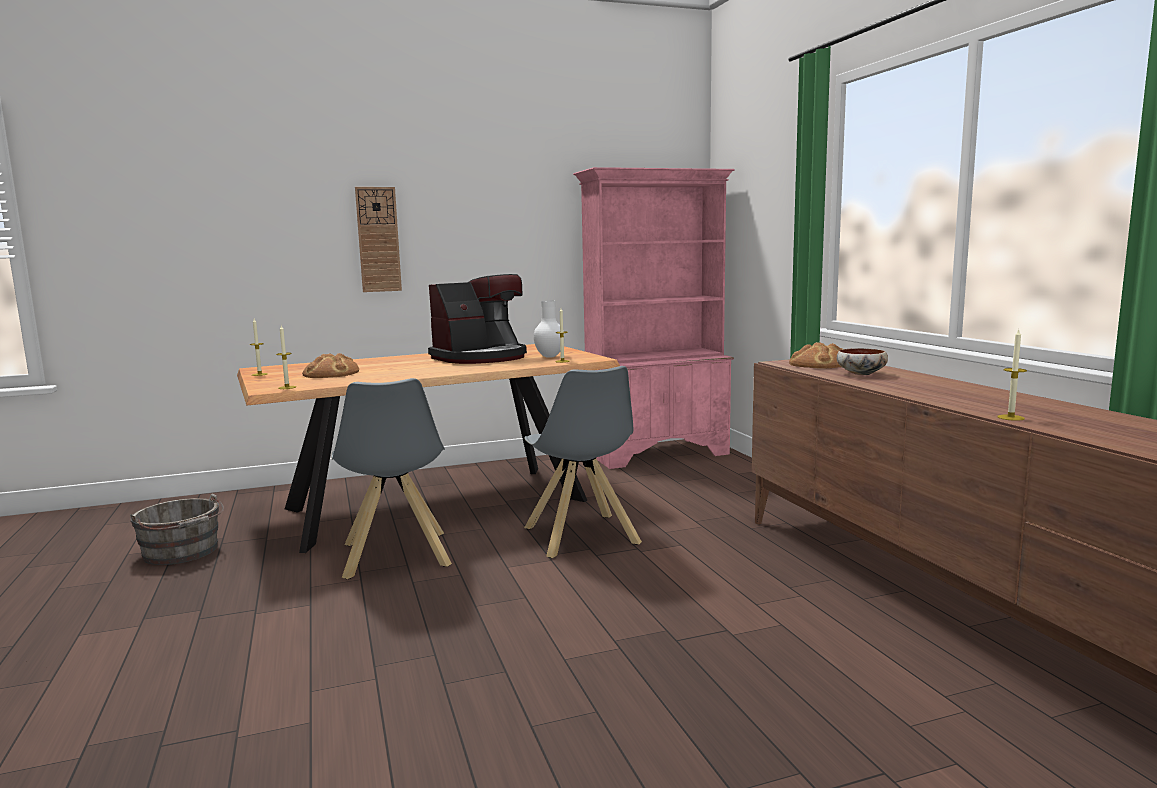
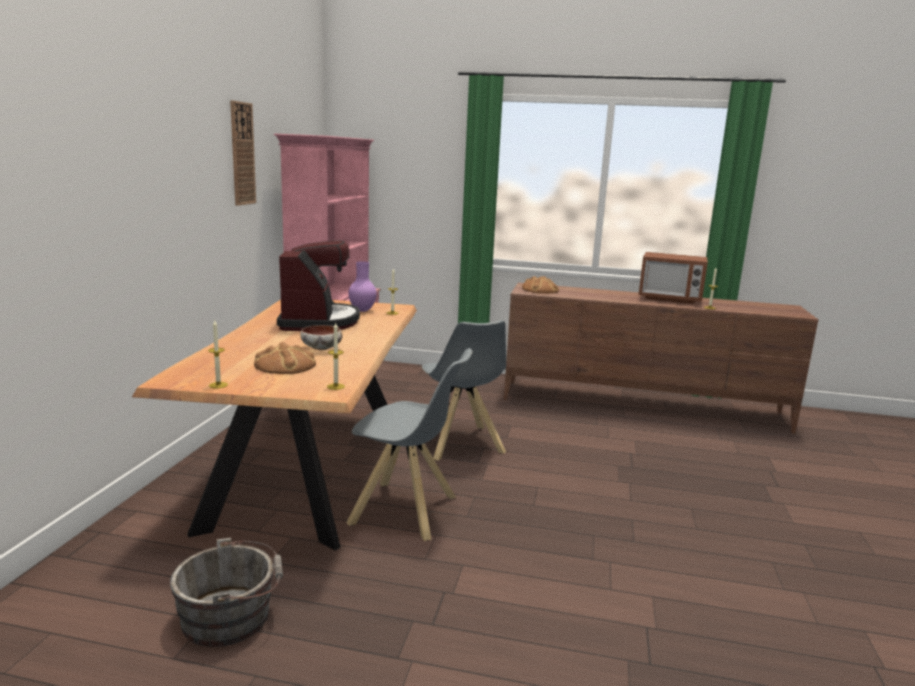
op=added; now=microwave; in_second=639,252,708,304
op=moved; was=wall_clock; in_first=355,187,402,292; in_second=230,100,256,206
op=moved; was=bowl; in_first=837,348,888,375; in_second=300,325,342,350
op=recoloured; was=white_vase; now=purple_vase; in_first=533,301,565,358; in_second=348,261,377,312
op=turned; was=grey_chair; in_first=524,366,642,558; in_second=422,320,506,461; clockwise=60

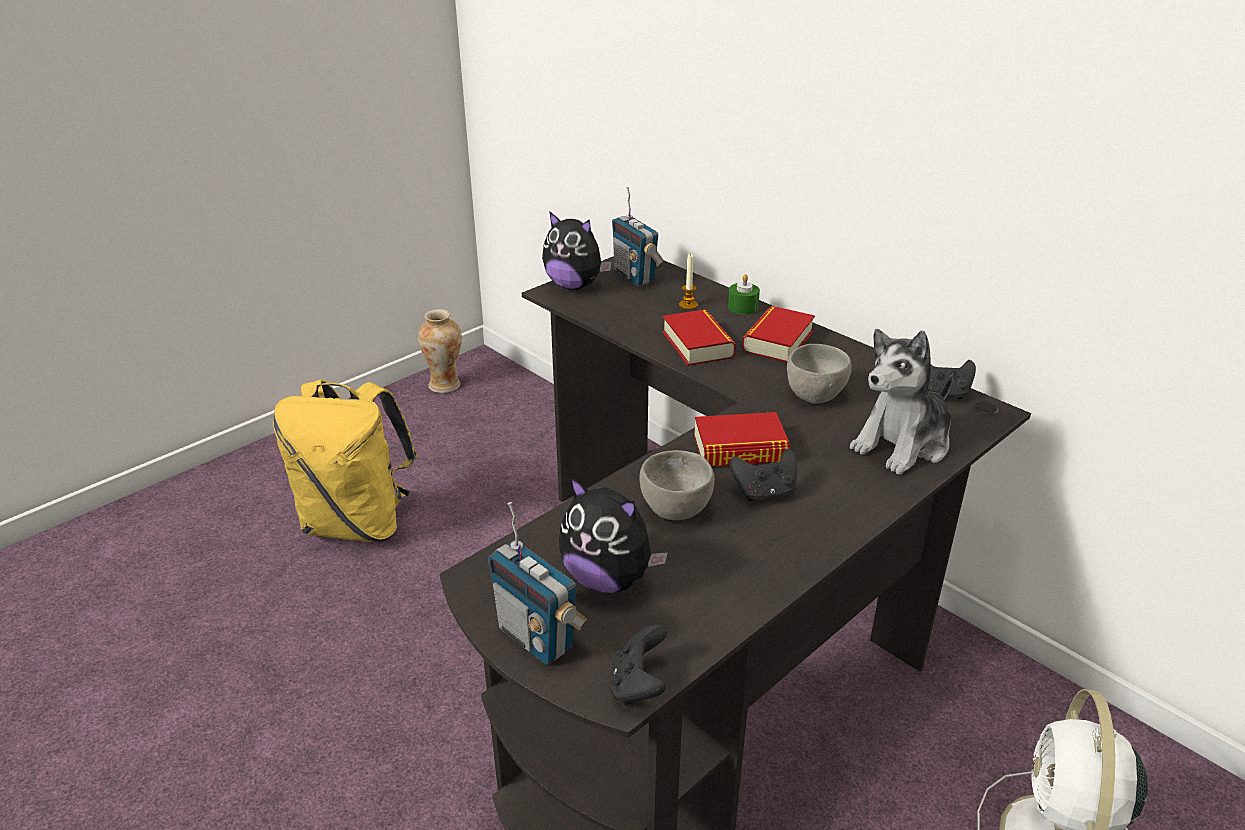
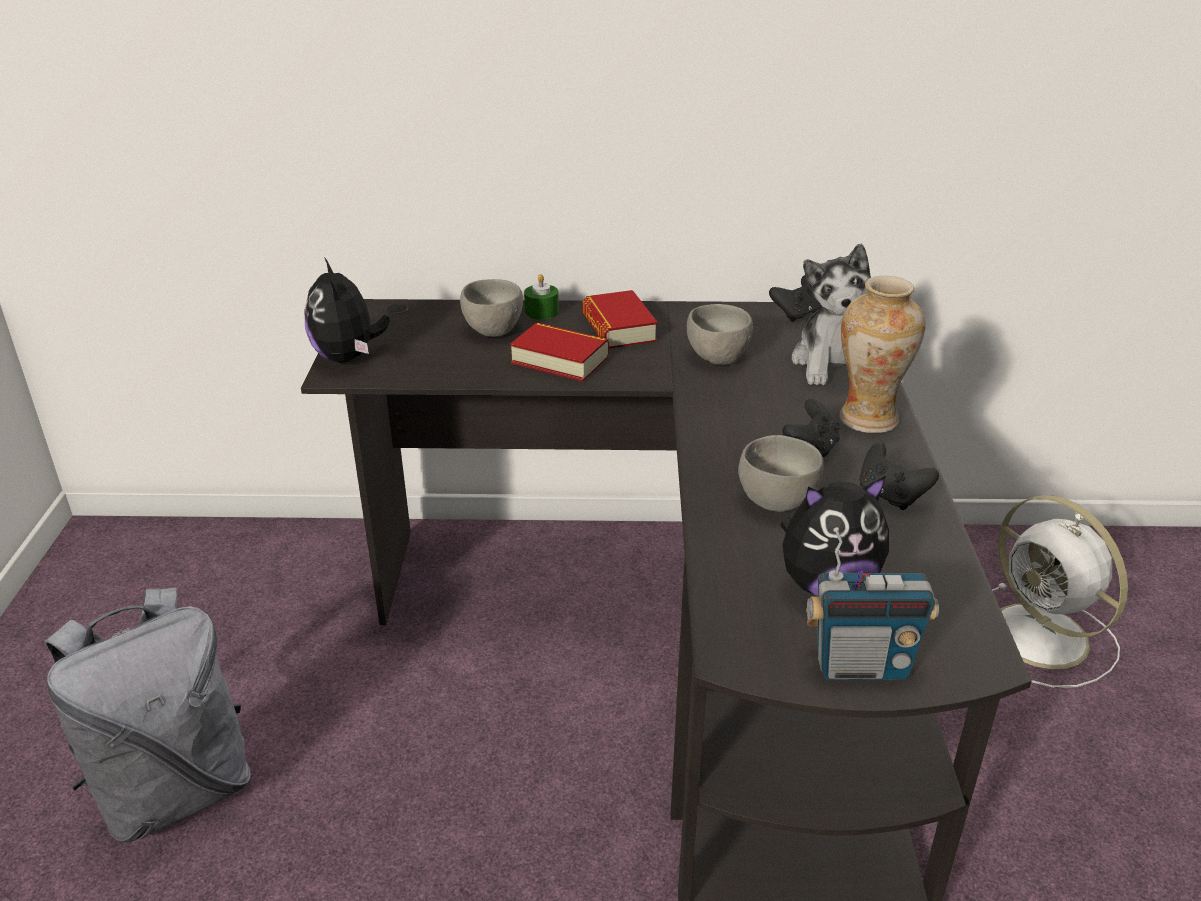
op=removed; was=radio; in_first=612,187,664,286
op=removed; was=book; in_first=694,412,790,466
op=moved; was=vase; in_first=418,309,462,393; in_second=839,276,926,433
op=moved; was=black_game_controller; in_first=611,624,667,705; in_second=860,443,939,510
op=replaced; was=candle; now=grey_bowl; in_first=679,253,698,310; in_second=460,279,523,337
op=recoloured; was=yellow_backpack; now=grey_backpack; in_first=273,379,418,542; in_second=45,587,251,843
op=turned; was=plush_toy; in_first=542,211,612,290; in_second=305,257,390,363; clockwise=90

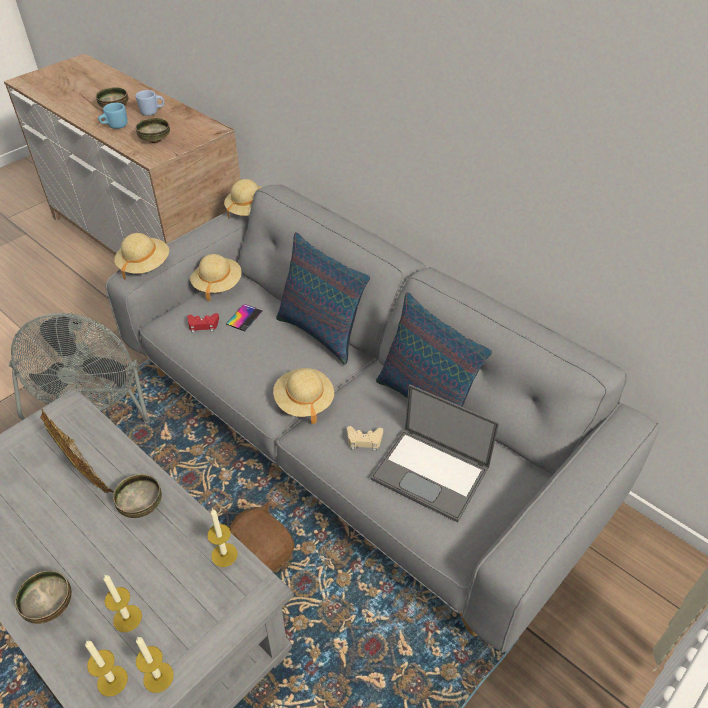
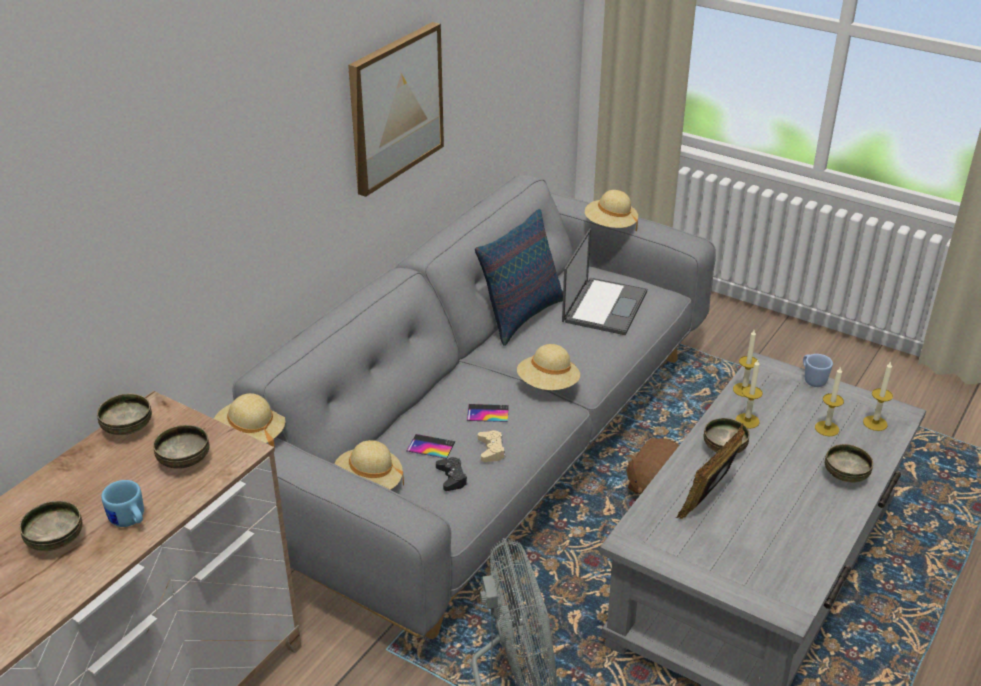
op=removed; was=blue_pillow; in_first=276,232,370,365
op=added; now=bowl; in_second=97,394,152,435
op=added; now=picture; in_second=348,22,444,197
op=added; now=phone; in_second=467,404,509,422
op=moved; was=beige_hat; in_first=114,233,169,279; in_second=585,190,638,231
op=moved; was=blue_mug; in_first=135,90,164,116; in_second=803,354,833,387
op=moved; was=candle; in_first=136,637,174,693; in_second=736,360,763,429
op=moved; was=beige_game_controller; in_first=347,426,383,451; in_second=478,430,505,462
op=recoloured; was=red_game_controller; now=black_game_controller; in_first=187,313,219,333; in_second=436,457,468,491

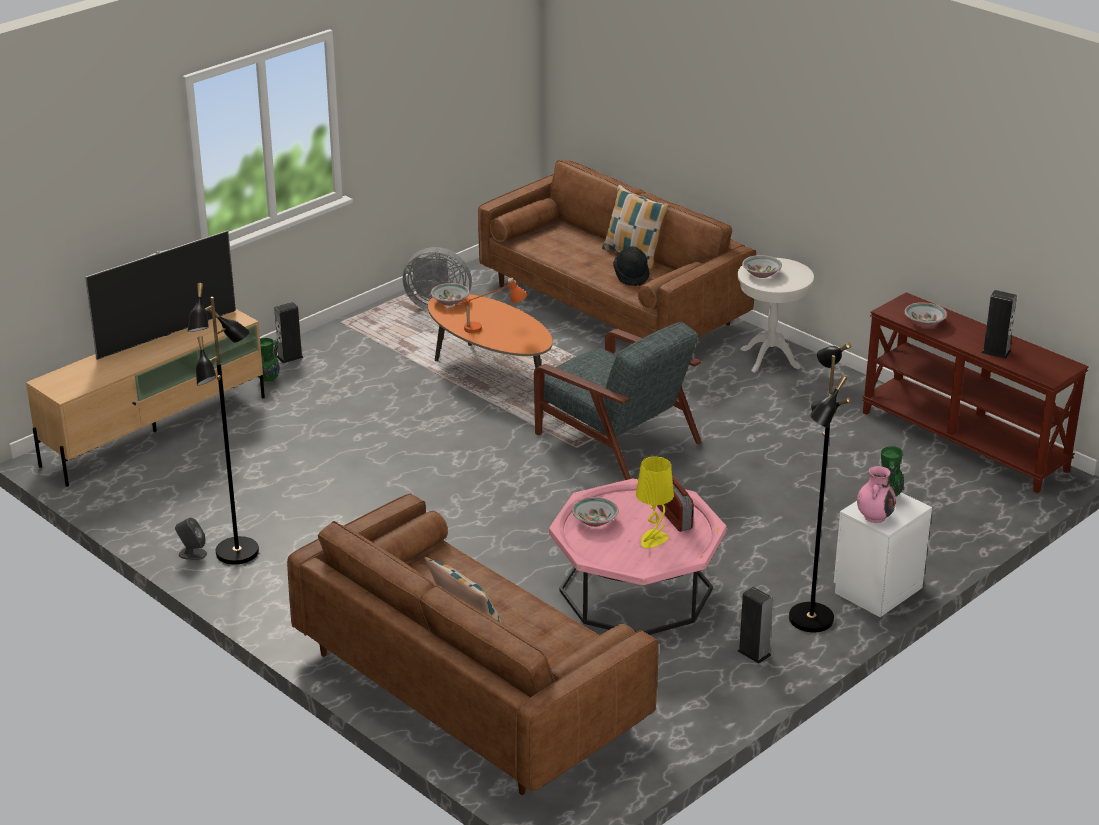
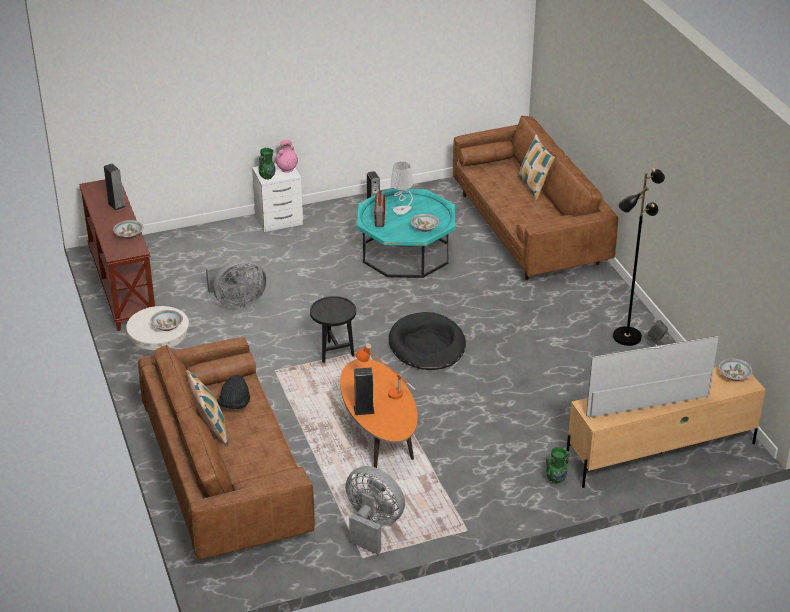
op=removed; was=black_floor_lamp; in_first=789,342,851,632
op=added; now=grey_fan; in_second=206,259,266,308
op=added; now=black_dog_bed; in_second=389,312,466,370
op=moved; was=speaker; in_first=274,302,304,363; in_second=354,367,375,415
op=moved; was=bowl; in_first=431,283,470,306; in_second=718,359,753,381
op=replaced; was=grey_armchair; now=black_side_table; in_first=534,322,702,480; in_second=310,296,356,363
op=recoloured; was=pink_coffee_table; now=turquoise_coffee_table; in_first=549,479,727,635; in_second=356,189,455,278
op=recoloured; was=yellow_table_lamp; now=grey_table_lamp; in_first=636,456,674,548; in_second=391,161,413,215

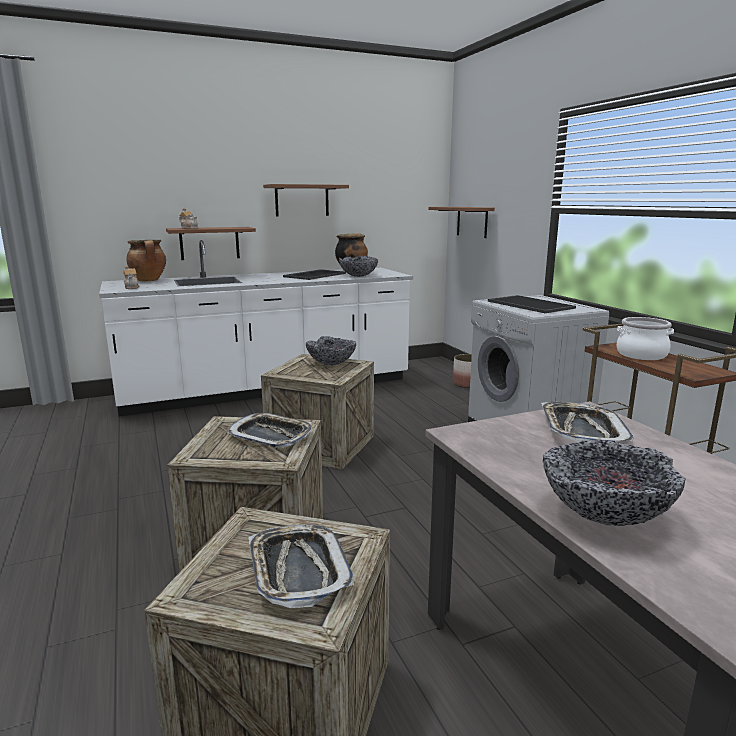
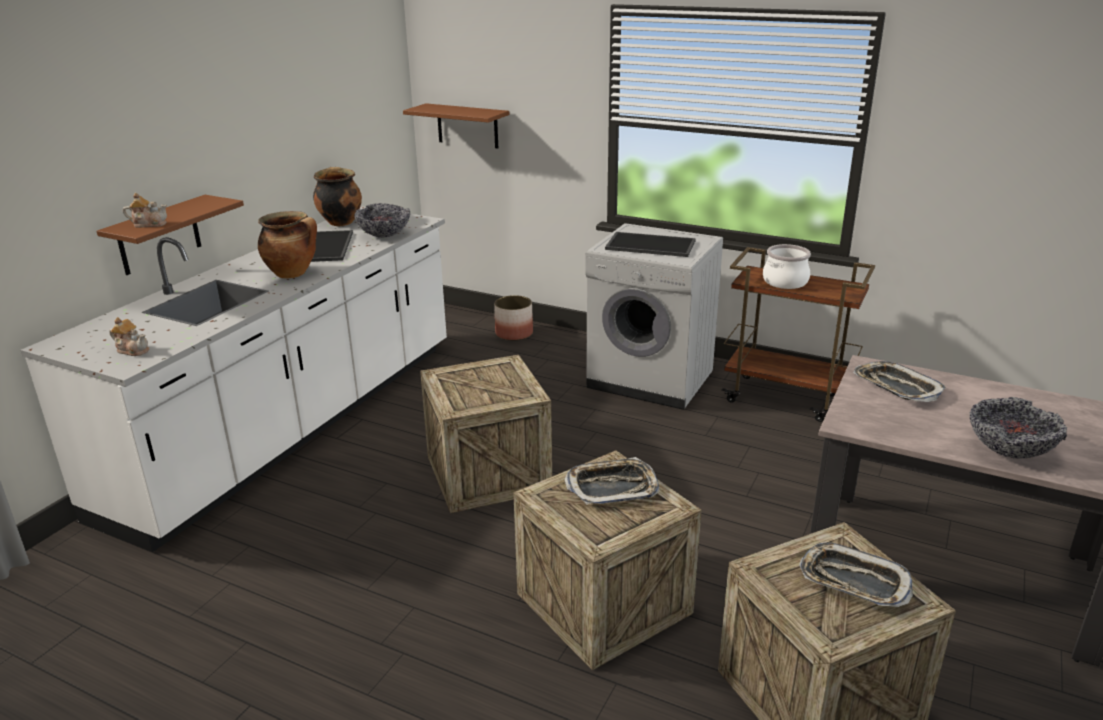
op=removed; was=brown_shelf; in_first=263,184,349,216
op=removed; was=bowl; in_first=306,336,356,365
op=moved; was=cooking_pot; in_first=126,240,166,281; in_second=258,211,317,278

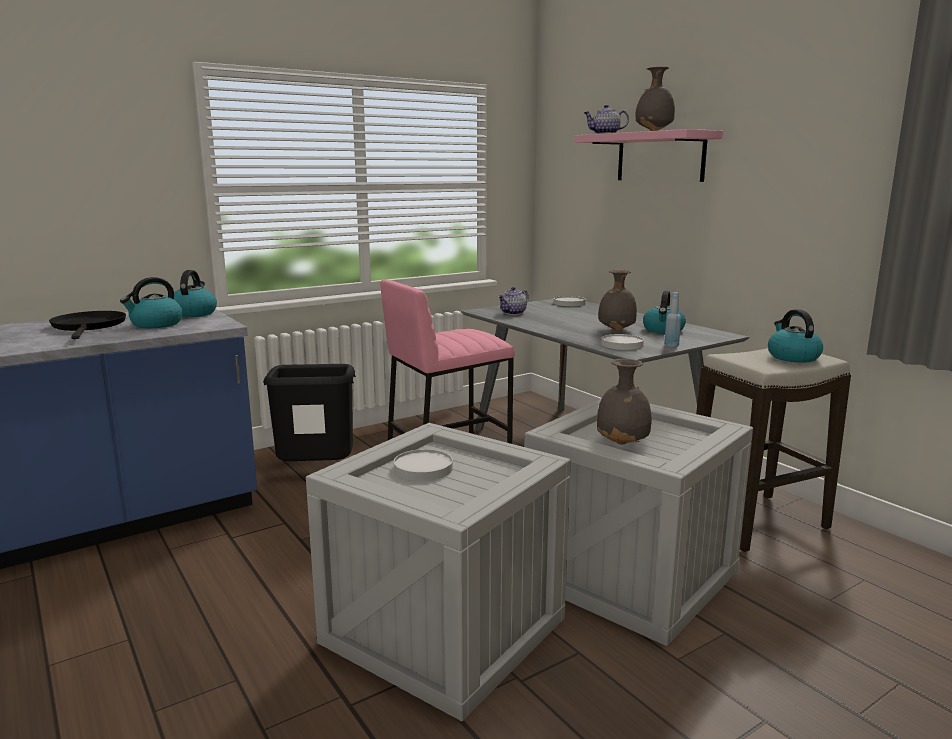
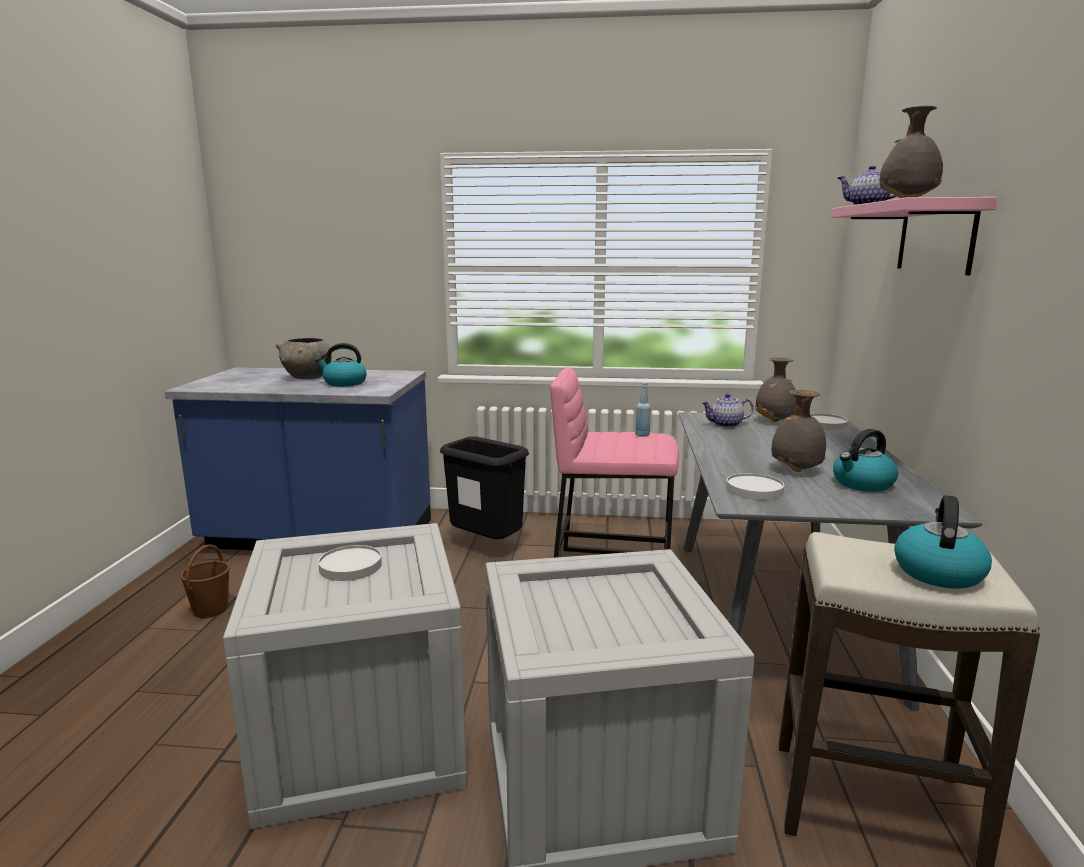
op=removed; was=kettle; in_first=174,270,217,317
op=added; now=brown_bucket; in_second=180,544,230,618
op=moved; was=grey_vase; in_first=597,359,652,445; in_second=755,357,797,422
op=moved; was=blue_bottle; in_first=664,292,681,347; in_second=635,382,651,437
op=replaced; was=black_frying_pan; now=grey_bowl; in_first=49,311,126,339; in_second=276,338,332,379

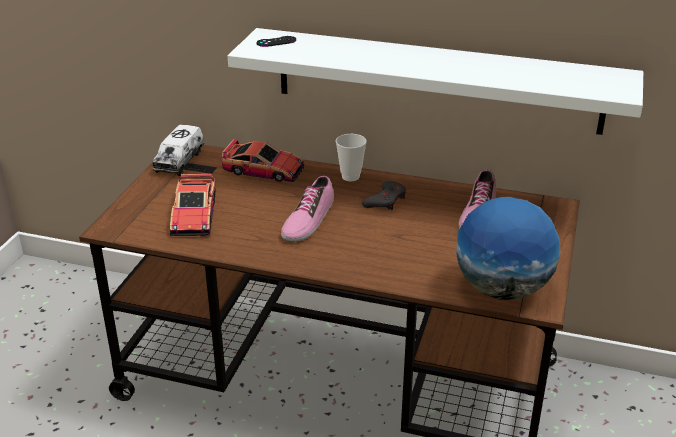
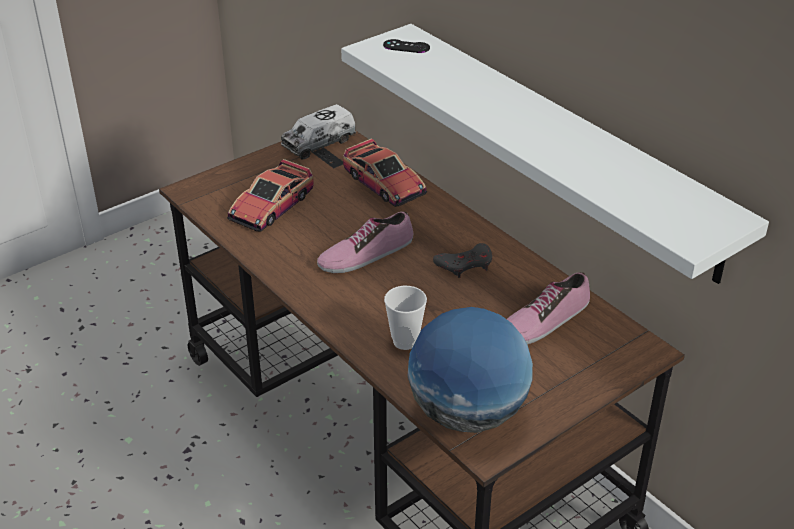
op=moved; was=cup; in_first=336,134,367,181; in_second=384,286,427,350

